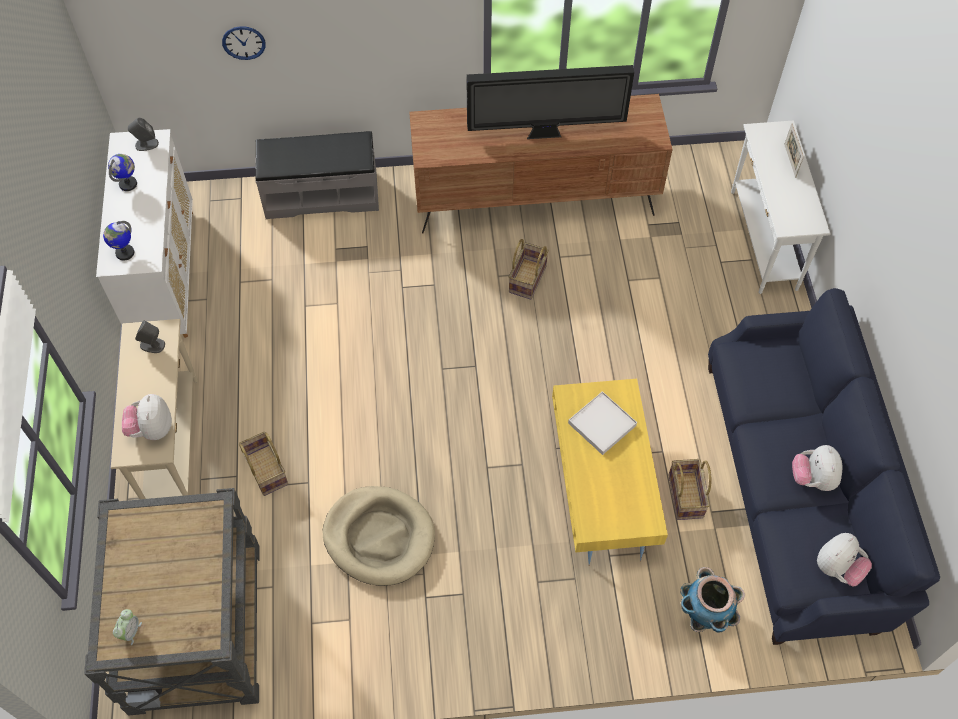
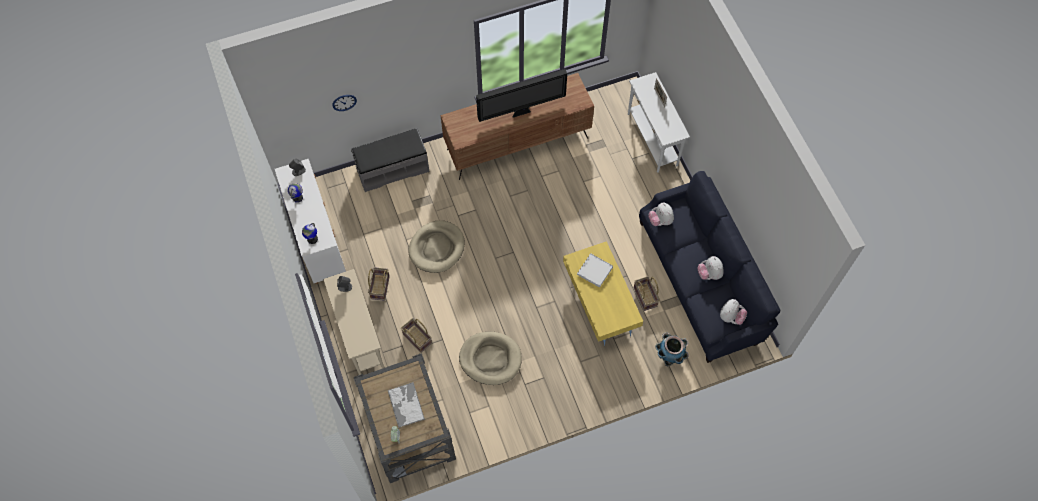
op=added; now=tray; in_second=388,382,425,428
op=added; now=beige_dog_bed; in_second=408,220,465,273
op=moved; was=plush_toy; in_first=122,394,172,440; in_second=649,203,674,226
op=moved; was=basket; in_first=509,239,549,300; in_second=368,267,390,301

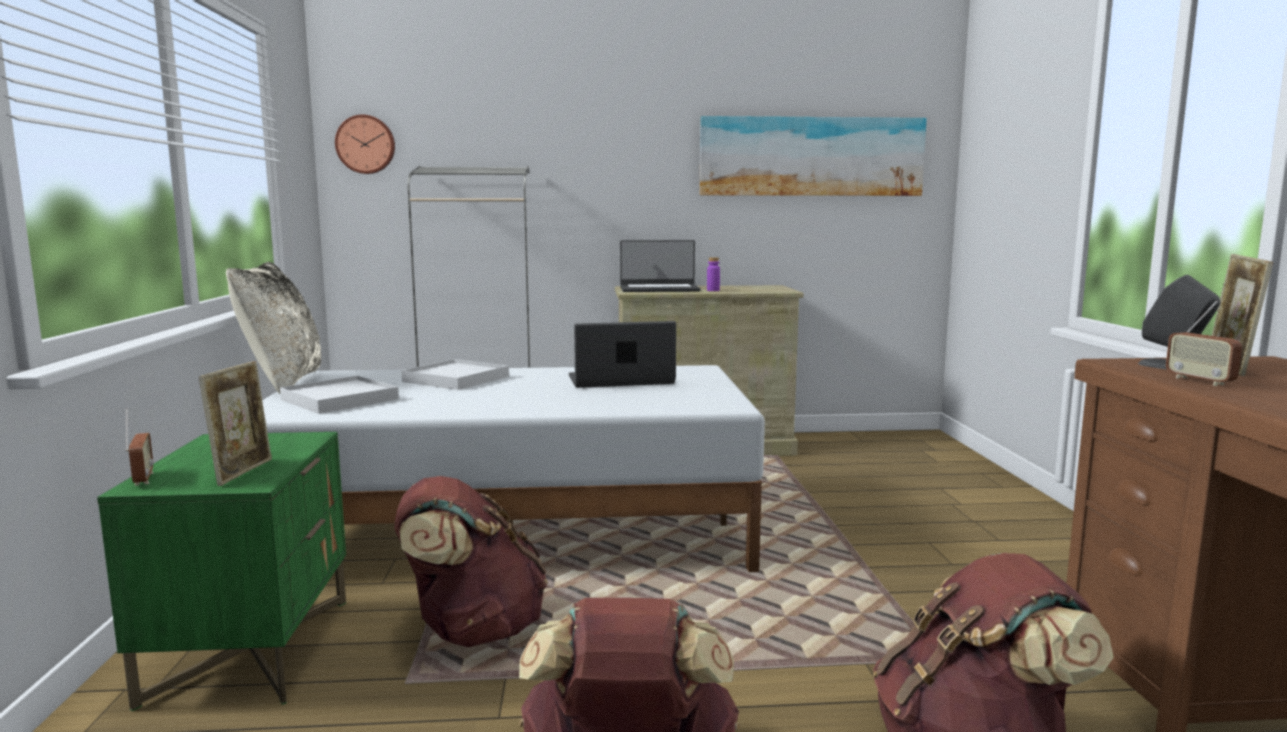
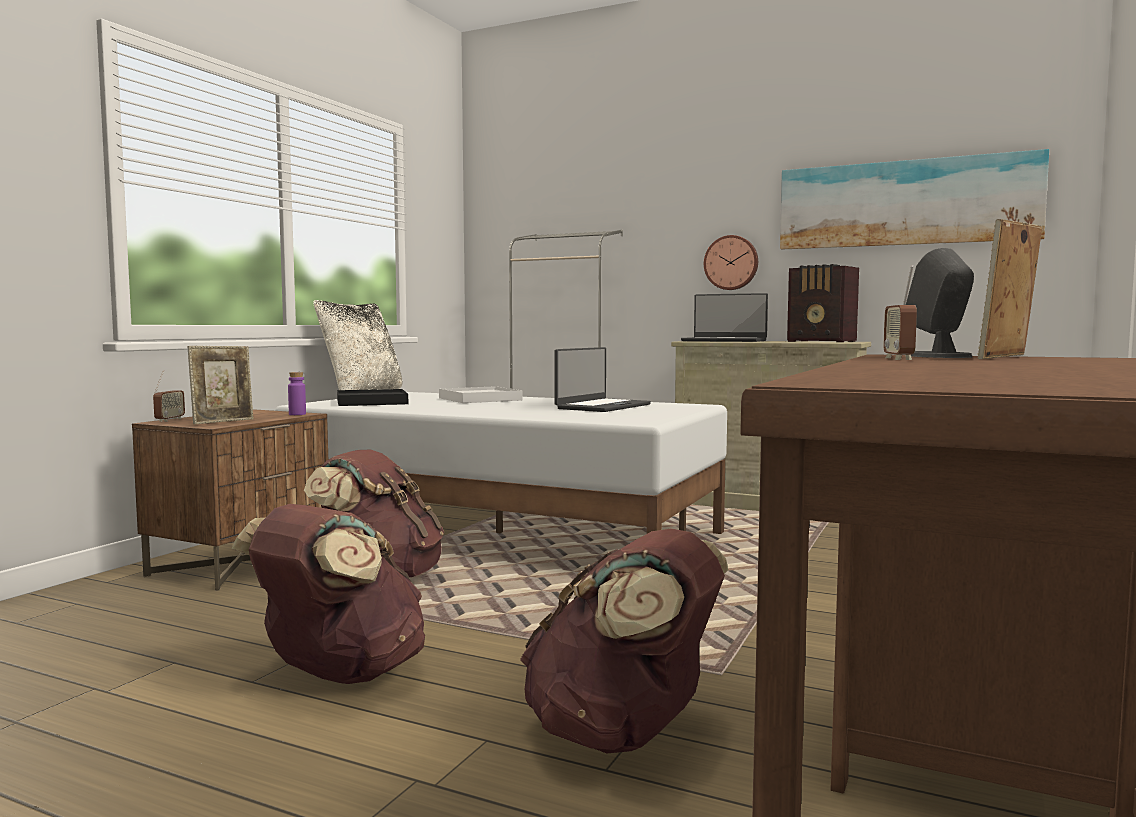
op=added; now=radio; in_second=787,264,859,342
op=moved; was=wall_clock; in_first=335,115,395,174; in_second=704,235,758,290
op=moved; was=purple_bottle; in_first=707,257,720,291; in_second=288,372,306,415
op=recoloured; was=green_nightstand; now=brown_nightstand; in_first=97,432,346,711; in_second=132,409,328,591
op=recoloured; was=white_tray; now=black_tray; in_first=280,376,399,414; in_second=337,389,408,406
op=turned; was=laptop; in_first=569,321,676,388; in_second=554,347,651,412; clockwise=105

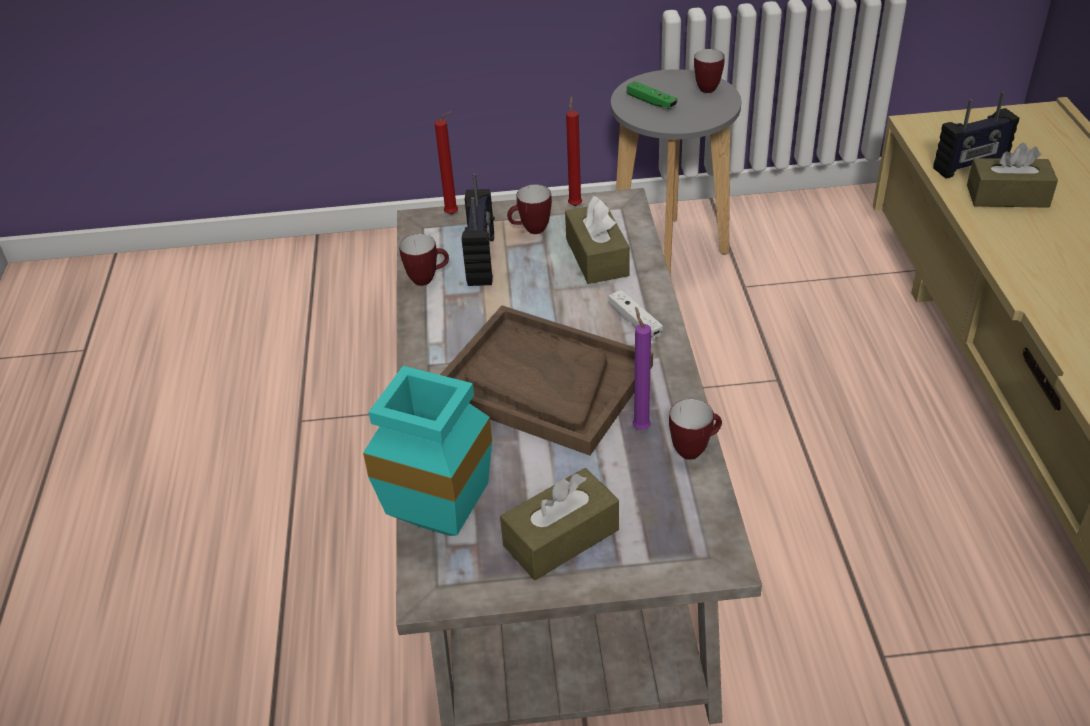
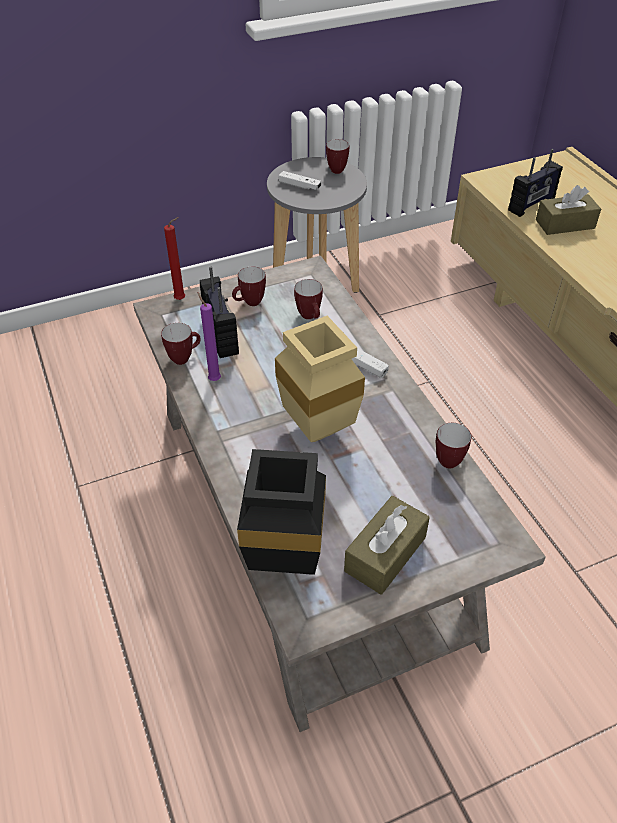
op=removed; was=red_candle; in_first=566,96,582,206
op=moved; was=purple_candle; in_first=632,307,651,430; in_second=197,292,221,381
op=replaced; was=brown_tray; now=beige_vase; in_first=440,306,653,456; in_second=275,316,365,442
op=replaced; was=brown_tissue_box; now=mug; in_first=565,196,630,284; in_second=294,279,323,319
op=recoloured; was=turquoise_vase; now=black_vase; in_first=363,366,492,536; in_second=237,449,326,575
op=recoloured; was=green_game_controller; now=white_game_controller; in_first=627,81,677,109; in_second=278,171,321,190

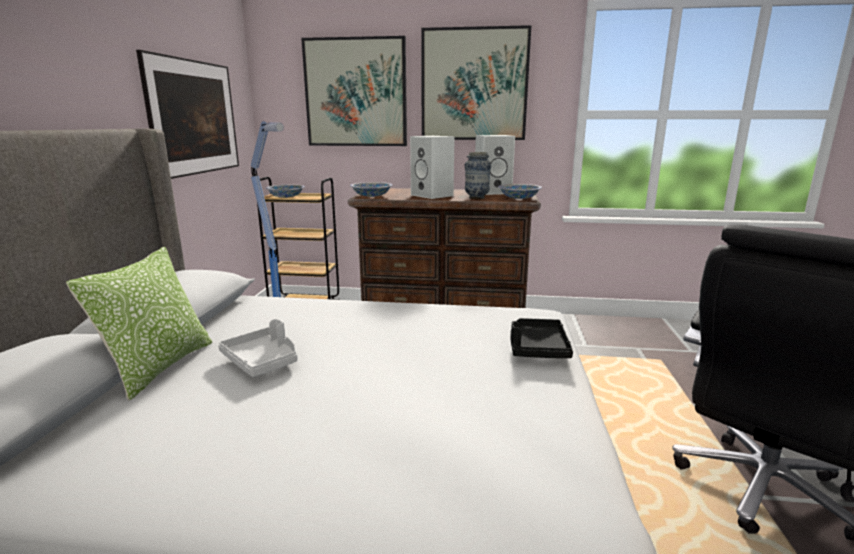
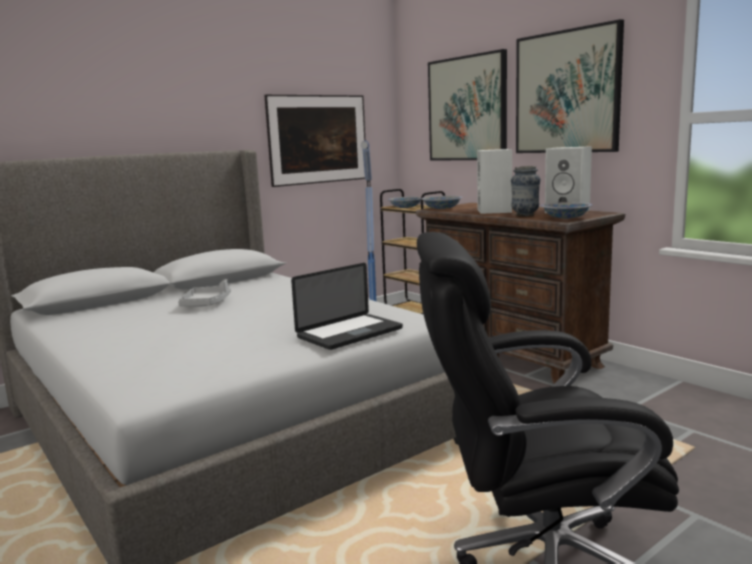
op=removed; was=pillow; in_first=66,247,212,400
op=replaced; was=black_tray; now=laptop; in_first=510,318,573,358; in_second=291,263,403,350

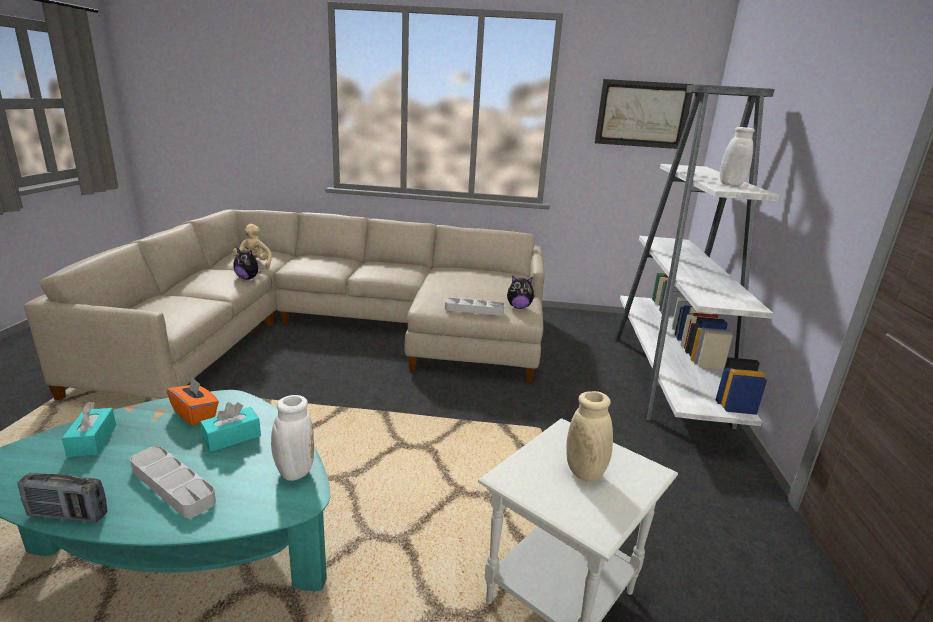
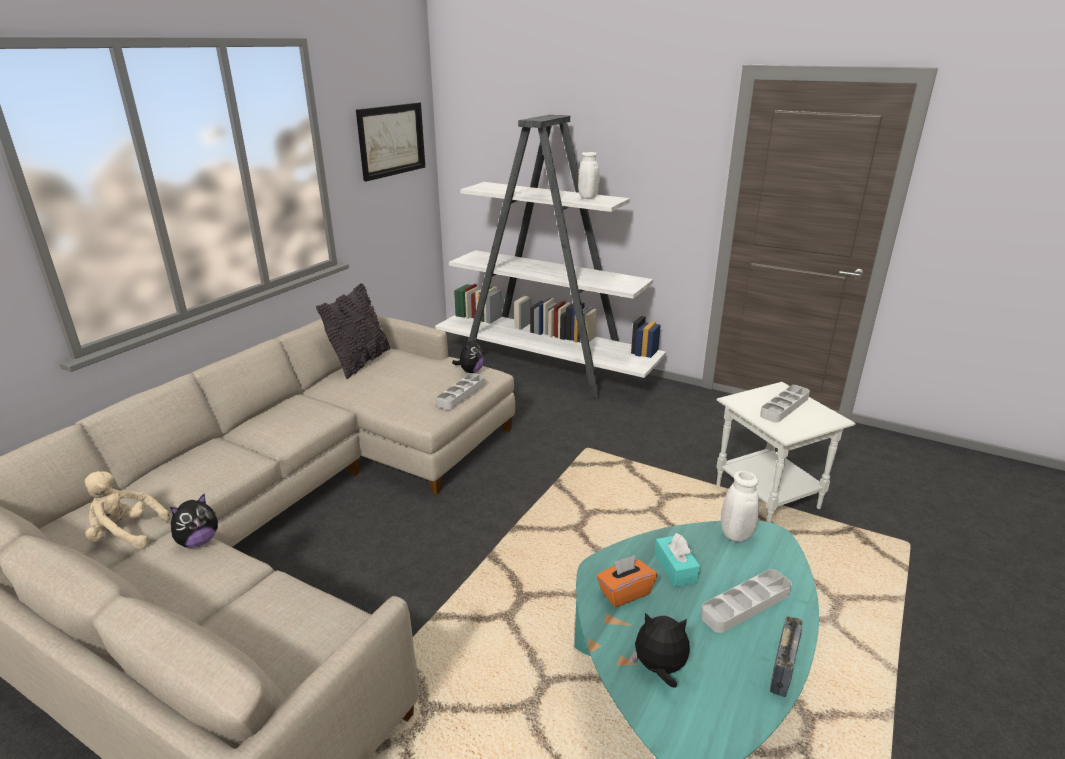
op=added; now=black_pillow; in_second=316,283,390,379
op=replaced; was=turquoise_tissue_box; now=plush_toy; in_first=62,402,116,457; in_second=629,613,690,688
op=replaced; was=beige_vase; now=grey_tray; in_first=566,391,670,481; in_second=760,385,810,422

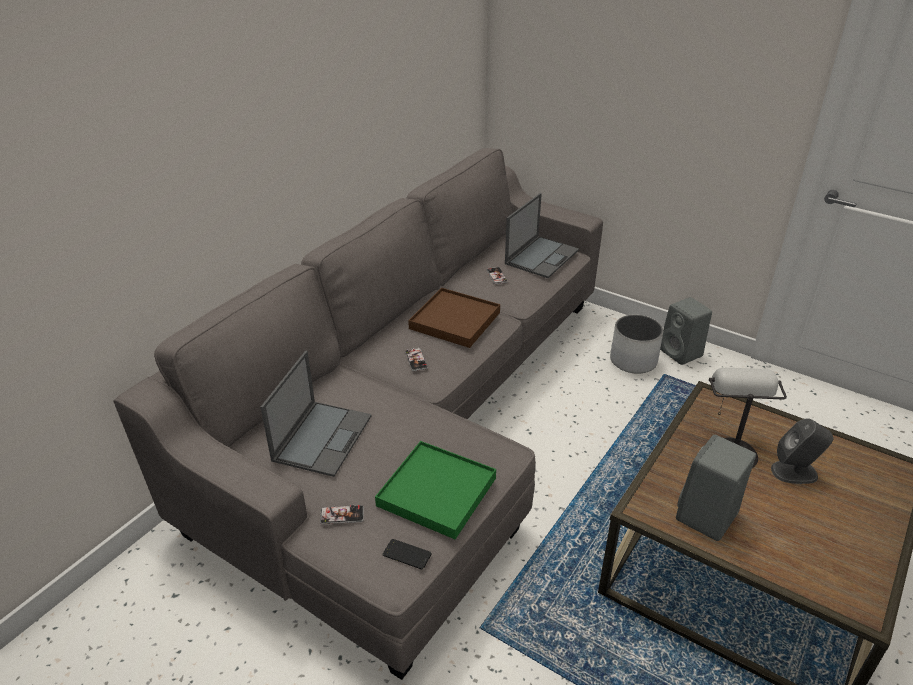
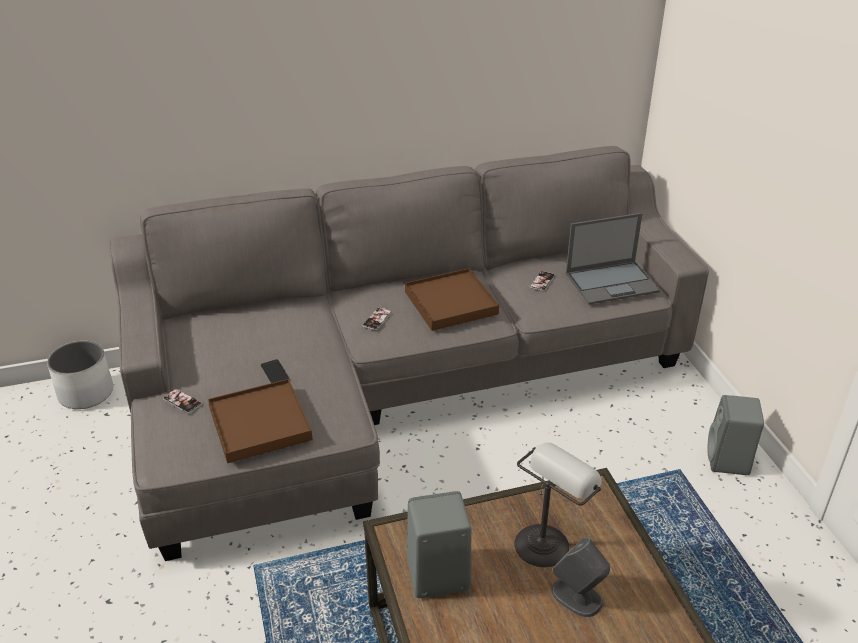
op=removed; was=laptop; in_first=261,351,372,477
op=moved; was=phone; in_first=383,539,432,569; in_second=261,359,290,383
op=moved; was=white_planter; in_first=610,314,663,374; in_second=47,341,113,409
op=recoloured; was=green_tray; now=brown_tray; in_first=375,441,496,539; in_second=208,379,313,463

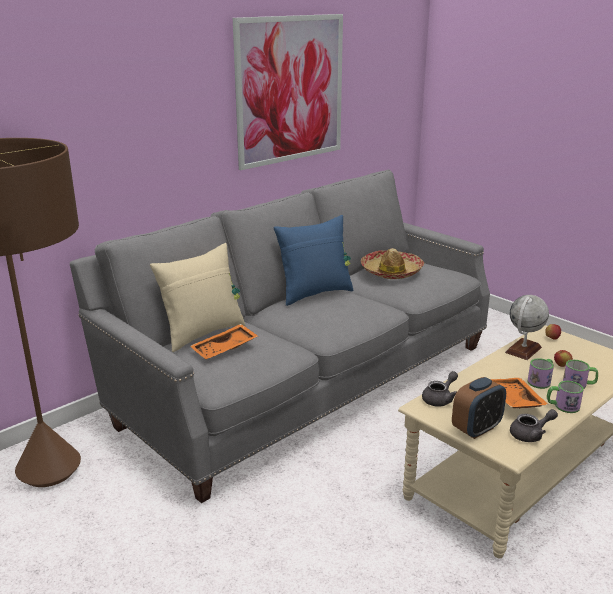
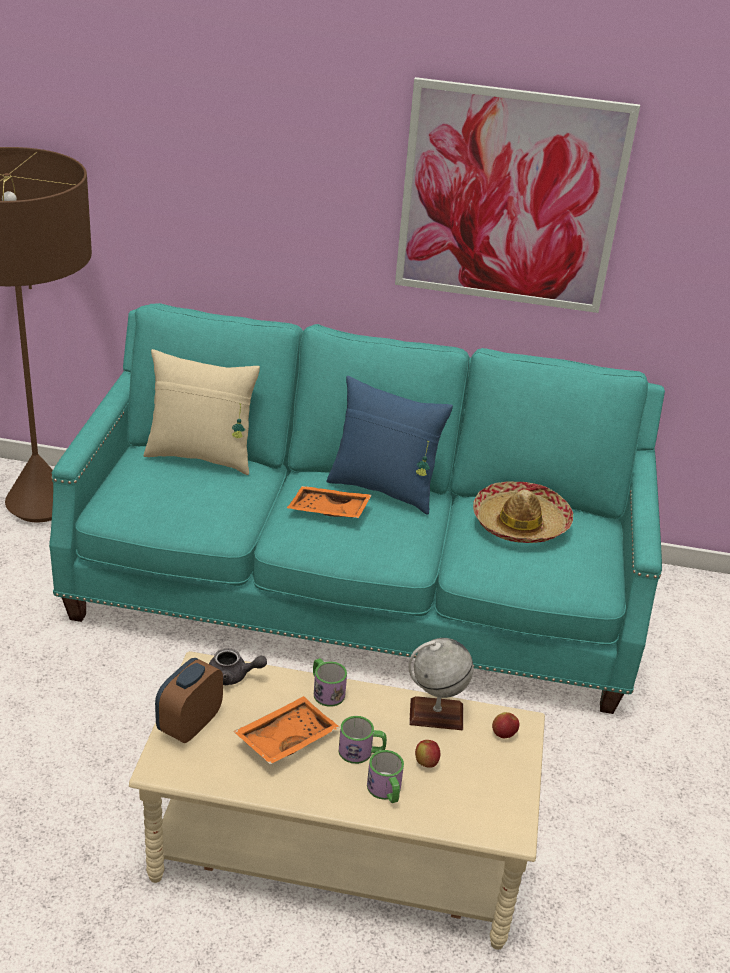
op=removed; was=grey_teapot; in_first=510,409,558,442
op=moved; was=orange_tray; in_first=190,324,258,359; in_second=287,486,372,518
op=moved; was=mug; in_first=547,381,584,413; in_second=313,658,347,707
op=recoloured; was=grey_sofa; now=turquoise_sofa; in_first=70,170,490,503; in_second=49,303,665,714
op=turned; was=alarm_clock; in_first=452,377,506,439; in_second=155,658,223,743; clockwise=105

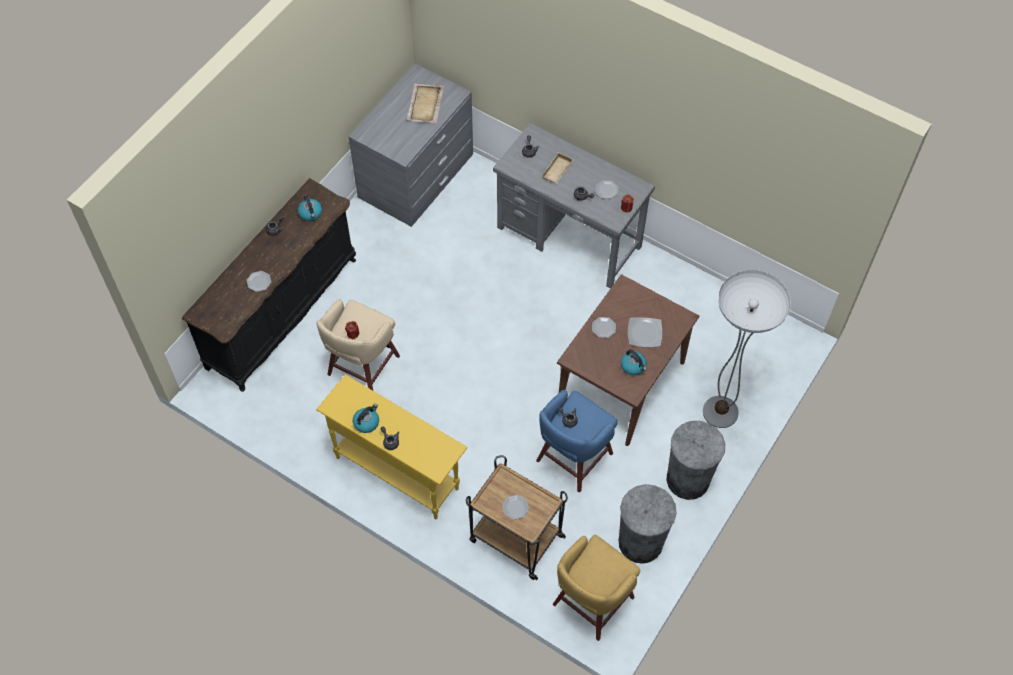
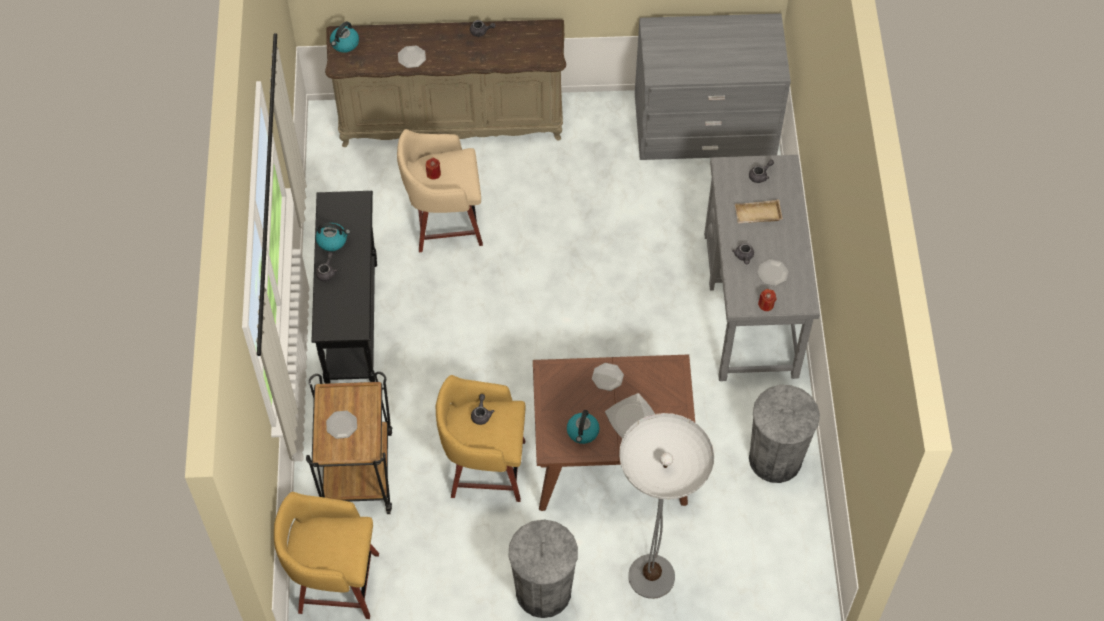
op=removed; was=beige_tray; in_first=407,84,444,123
op=moved; was=kettle; in_first=298,195,322,221; in_second=330,21,359,53
op=moved; was=grey_trash_can; in_first=619,484,677,564; in_second=749,385,820,483
op=recoloured; was=black_cabinet; now=beige_cabinet; in_first=182,178,356,392; in_second=325,19,566,147
op=recoloured; was=yellow_console_table; now=black_console_table; in_first=316,374,468,519; in_second=311,191,377,384
op=recoloured; was=blue_stool; now=yellow_stool; in_first=536,390,618,493; in_second=436,375,525,502

